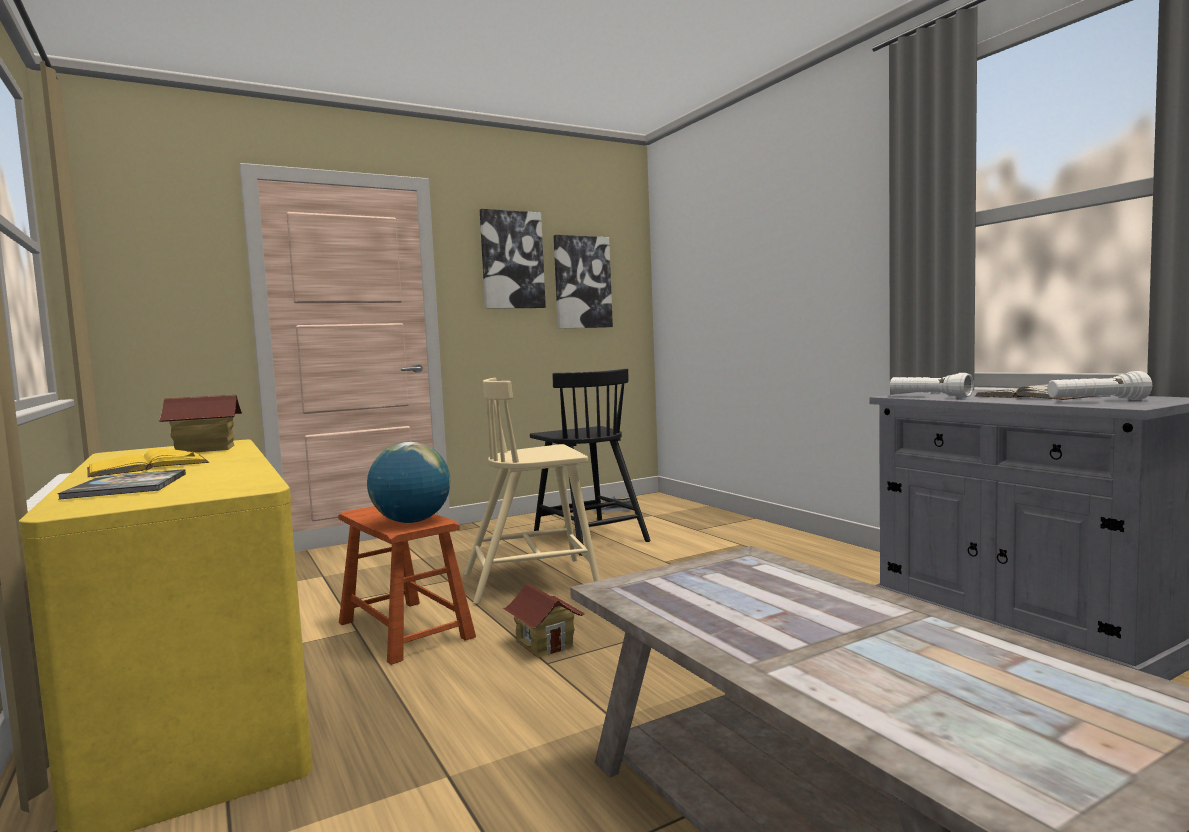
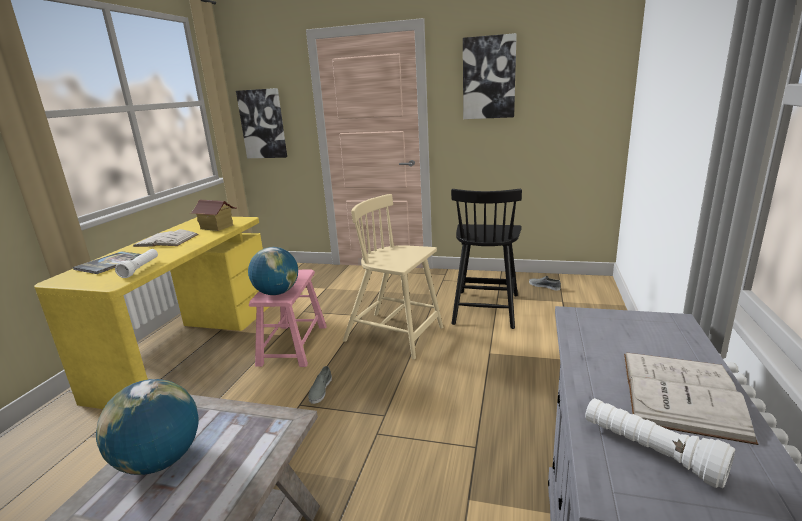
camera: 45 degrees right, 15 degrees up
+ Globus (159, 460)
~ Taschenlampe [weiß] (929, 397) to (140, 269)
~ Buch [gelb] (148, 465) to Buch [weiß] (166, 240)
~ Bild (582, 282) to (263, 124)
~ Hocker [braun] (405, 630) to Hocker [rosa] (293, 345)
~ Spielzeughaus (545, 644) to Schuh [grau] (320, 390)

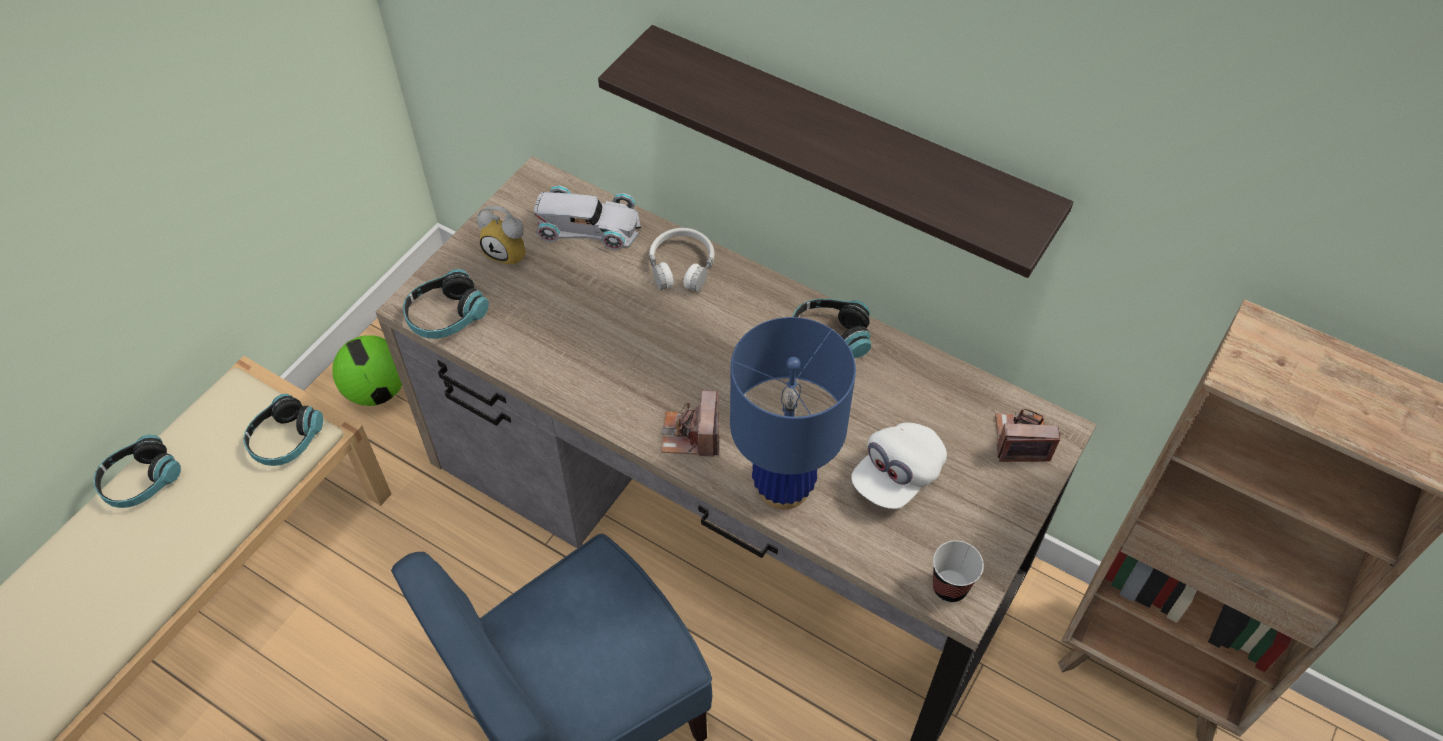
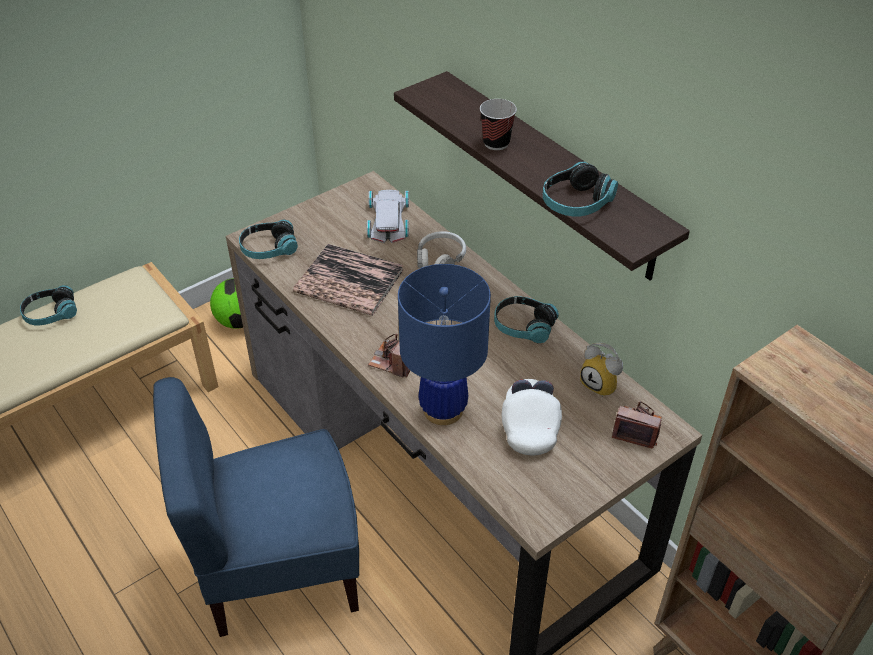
camera: 20 degrees right, 10 degrees down
+ Buch (349, 281)
~ Spielzeugauto [weiß] (588, 226) = (389, 219) 120 degrees counterclockwise
~ Tasse (950, 587) to (496, 143)
~ Kappe [weiß] (896, 476) = (529, 426) 120 degrees clockwise
~ Kopfhörer (286, 439) to (576, 203)
~ Wecker (510, 252) to (602, 385)

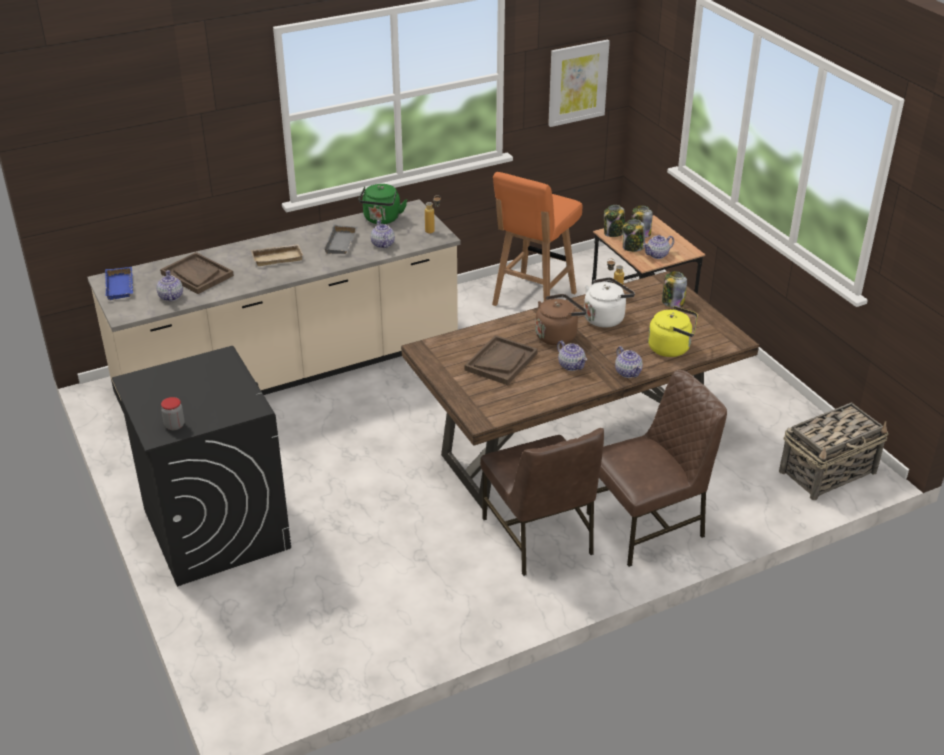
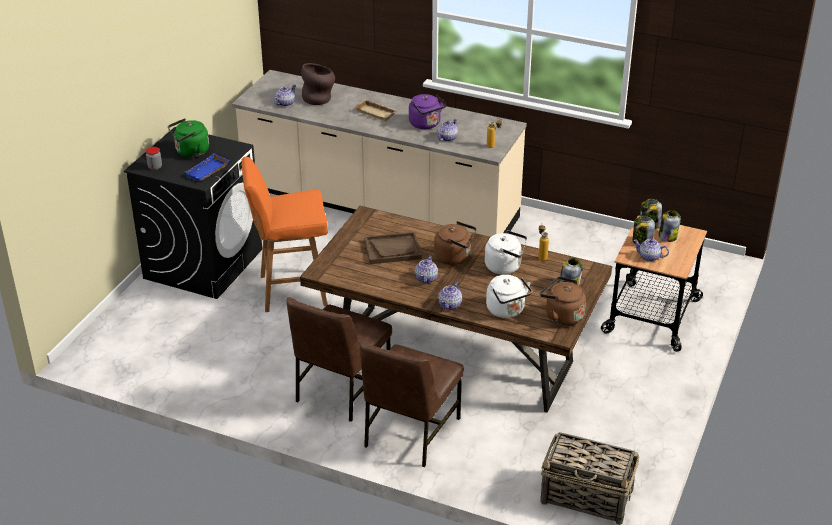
camera: 50 degrees right, 0 degrees up
~ Wasserkessel [grün] (381, 219) to (190, 152)
~ Tablett [blau] (121, 287) to (208, 171)
~ Hocker [orange] (533, 300) to (291, 290)
~ Tablett [braun] (197, 275) to Vase [braun] (319, 98)
~ Stuhl [braun] (648, 526) = (410, 433) 90 degrees clockwise
~ Tablett [grau] (342, 243) to Wasserkessel [lila] (426, 124)
~ Wasserkessel [gelb] (671, 348) to Wasserkessel [weiß] (507, 311)
+ Wasserkessel [braun] (561, 316)
- Bild (577, 83)

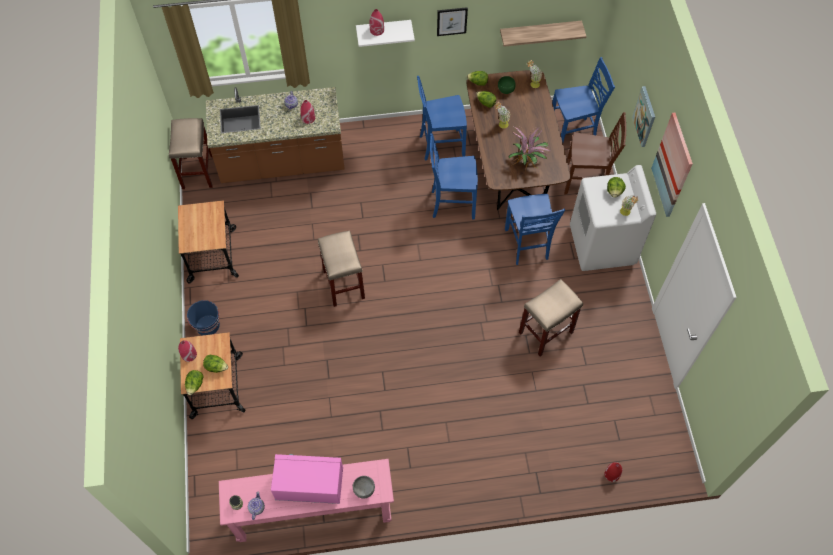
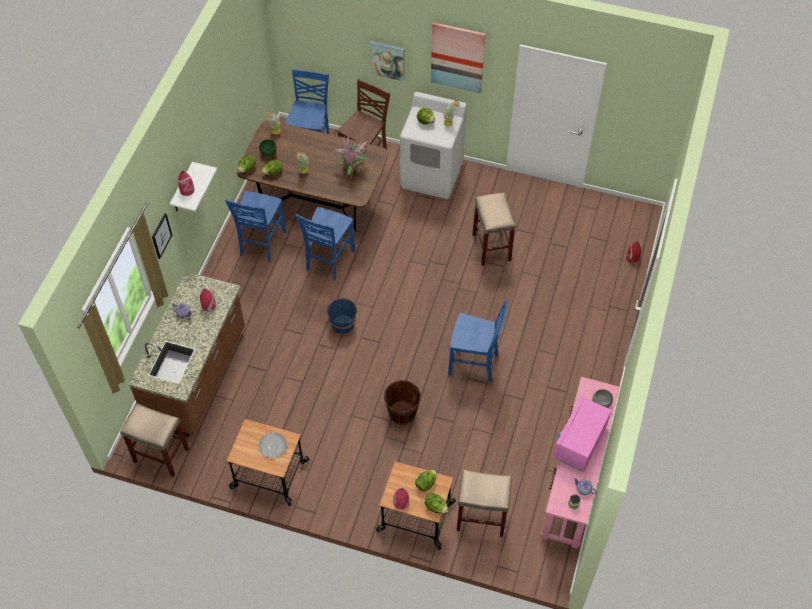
camera: 65 degrees left, 5 degrees down
~ Bild (452, 21) to (161, 235)
+ Teller (272, 446)
~ Eimer [blau] (208, 326) to (343, 324)
+ Eimer [braun] (402, 413)
~ Stuhl [blau] (527, 245) to (474, 364)
~ Hocker [beige] (343, 284) to (480, 517)
- Wandregal (539, 32)

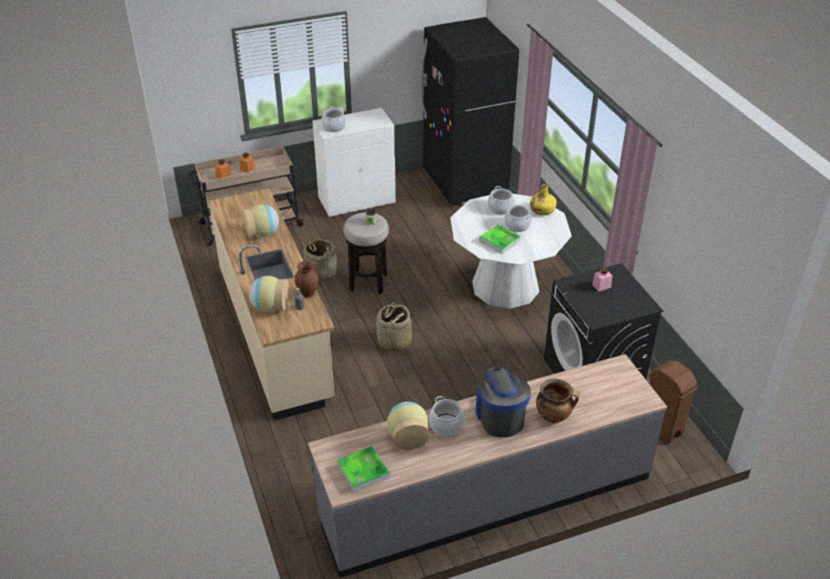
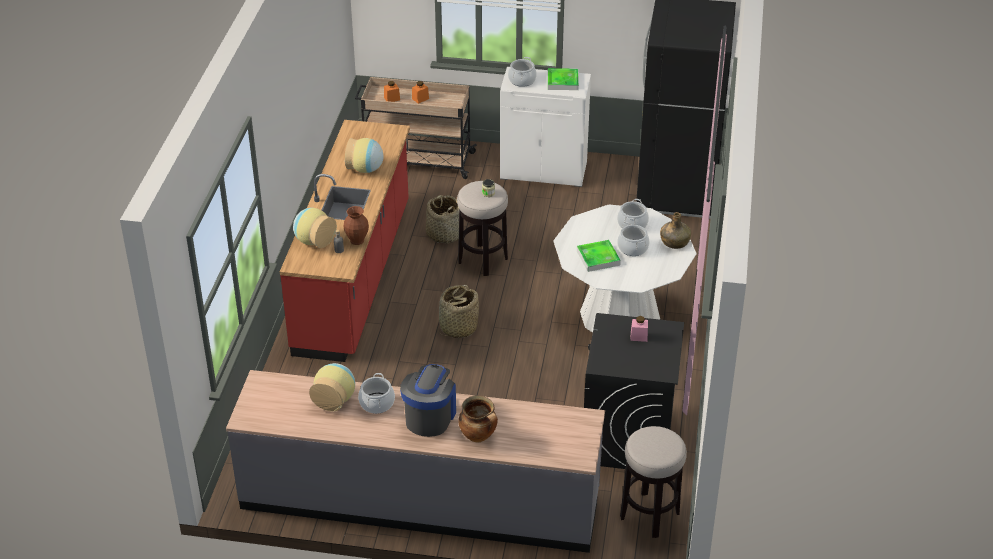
camera: 30 degrees right, 0 degrees up
~ Küchenzeile [beige] (275, 333) to Küchenzeile [rot] (355, 277)
~ Tablett (363, 471) to (563, 81)
~ Mülleimer [braun] (662, 429) to Hocker (649, 515)
~ Flasche [gelb] (542, 210) to Flasche [grün] (674, 242)

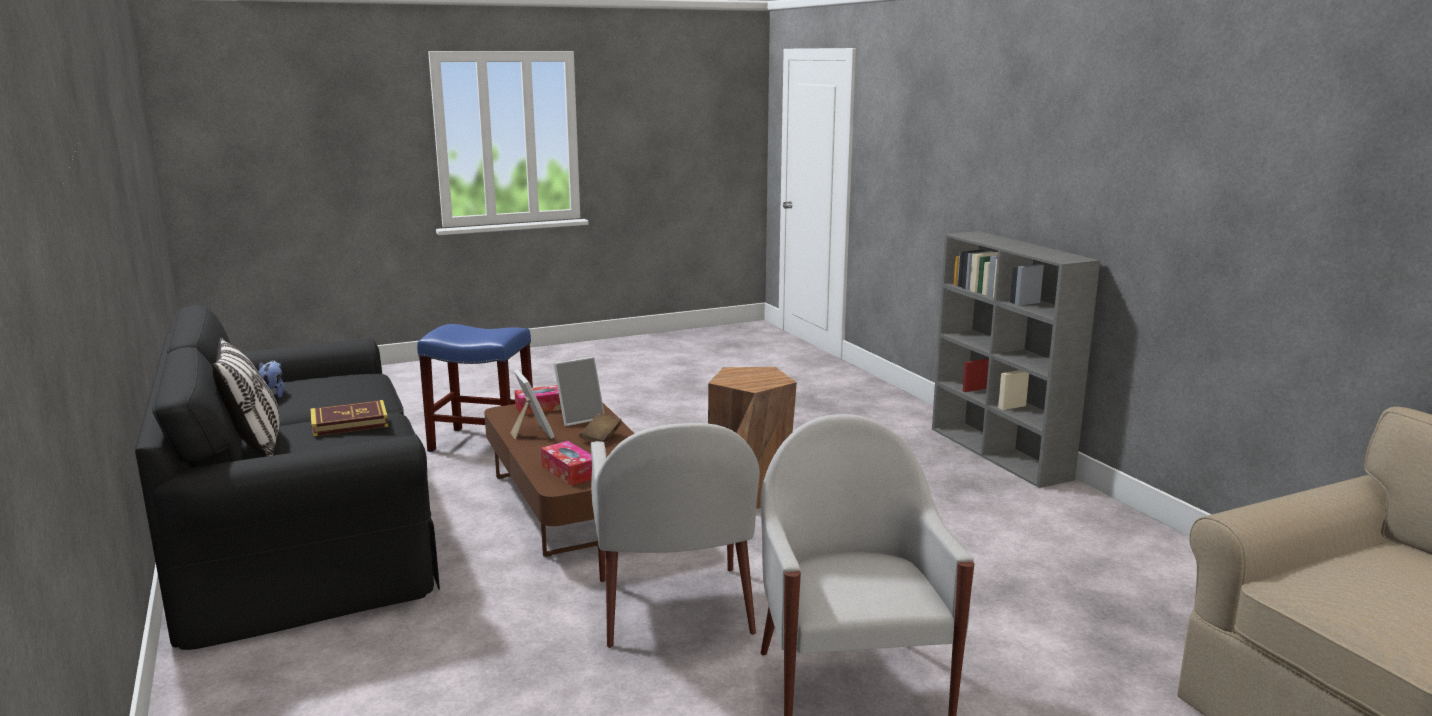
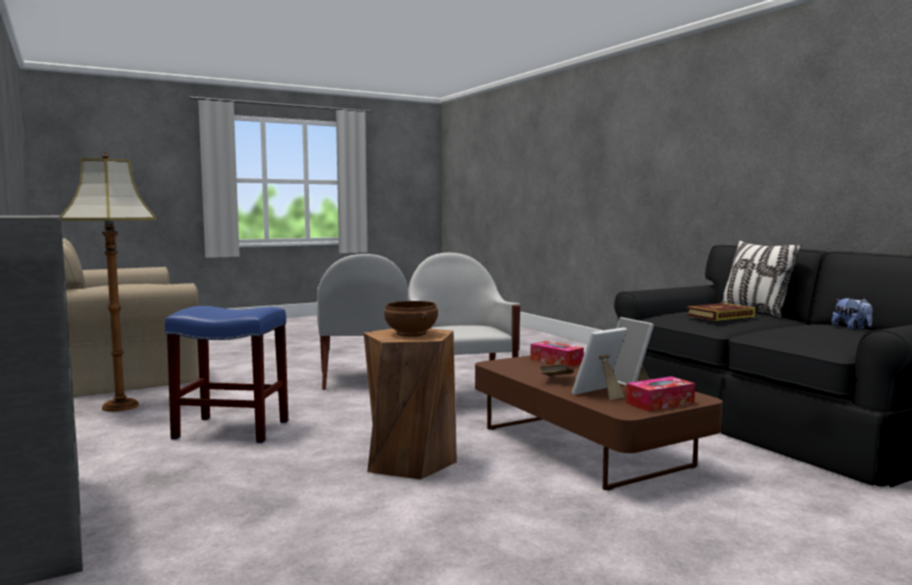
camera: 175 degrees right, 10 degrees down
+ Stehlampe (121, 406)
~ Hocker [blau] (484, 442) to (230, 430)
+ Schüssel [braun] (412, 334)

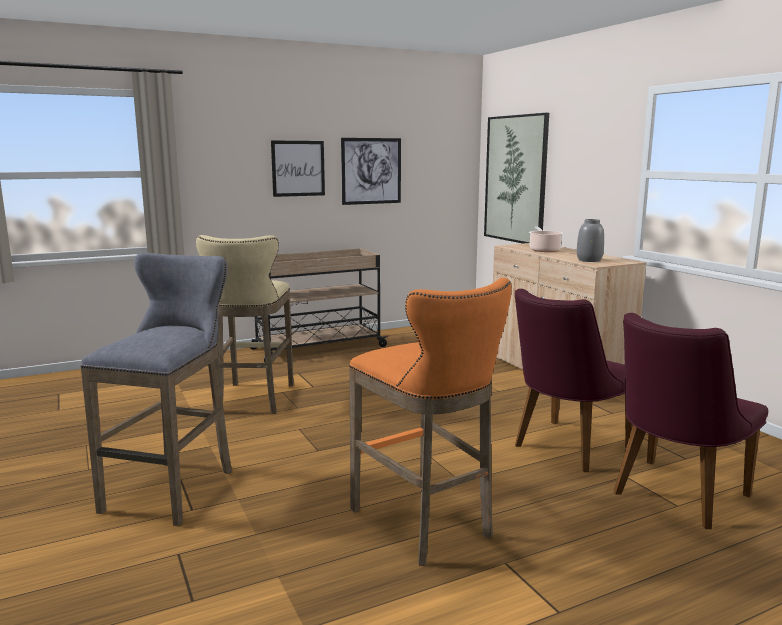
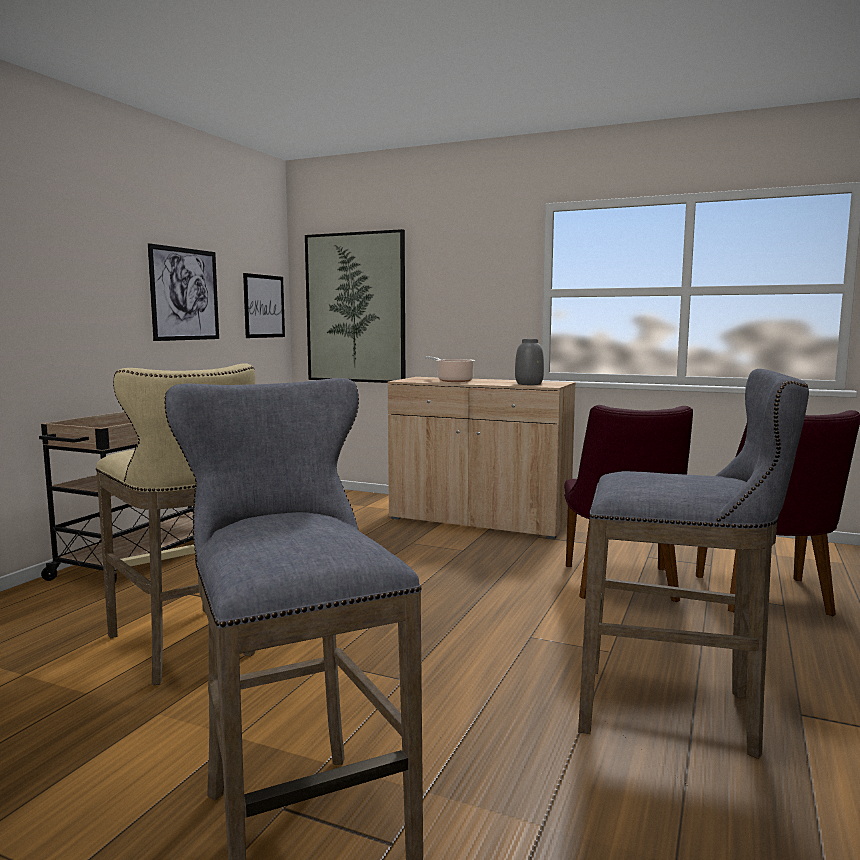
camera: 40 degrees left, 5 degrees down
~ Bild (298, 168) to (264, 306)
~ Hocker [orange] (426, 525) to Hocker [grau] (676, 712)

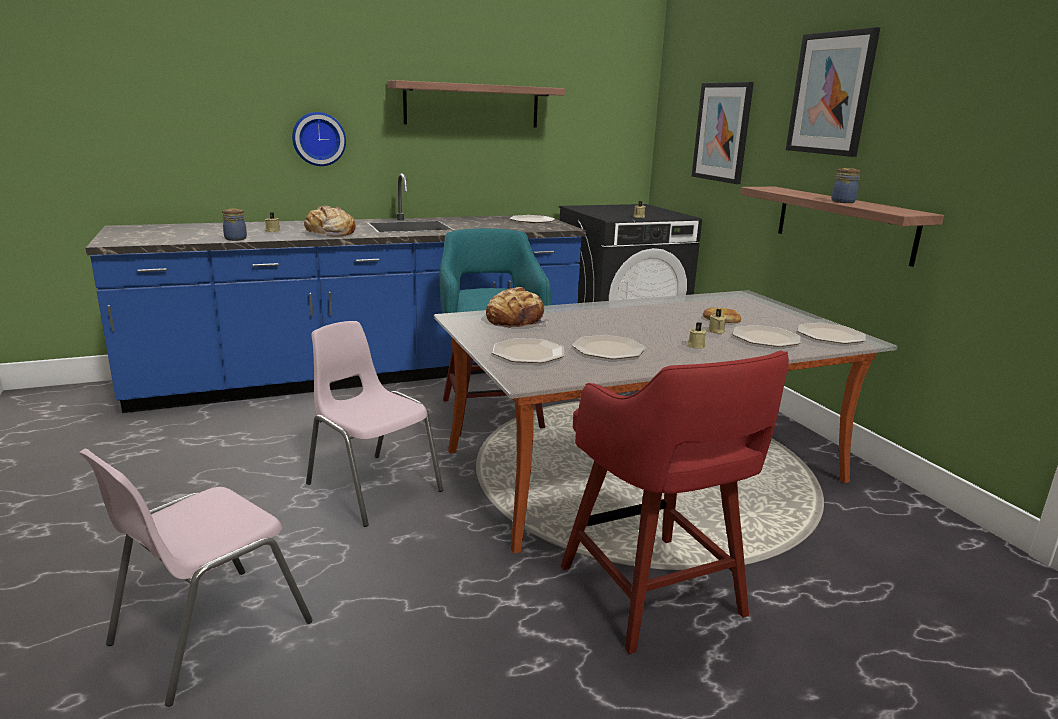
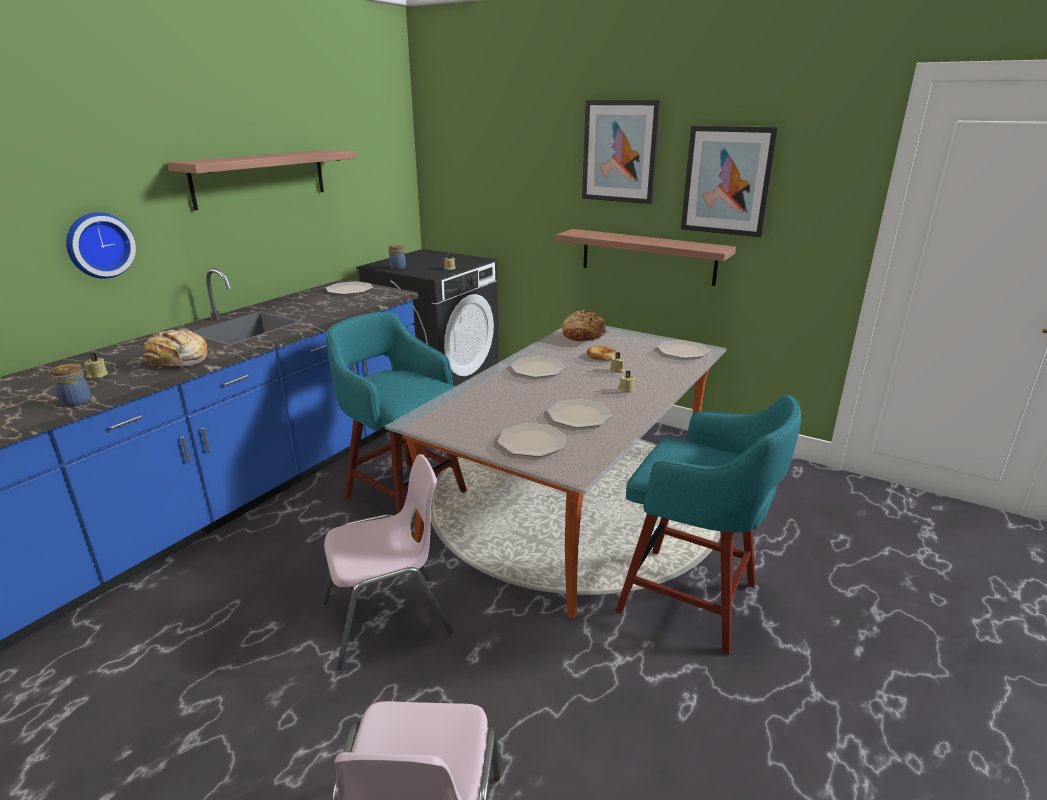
camera: 35 degrees left, 5 degrees up
~ Stuhl [rosa] (372, 487) = (389, 618) 150 degrees clockwise
~ Vorratsglas (843, 202) to (398, 267)
~ Teller (766, 338) to (538, 368)
~ Brot (516, 320) to (583, 335)
~ Hocker [rot] (653, 594) to Hocker [türkis] (692, 600)
~ Bild (722, 132) to (727, 181)

